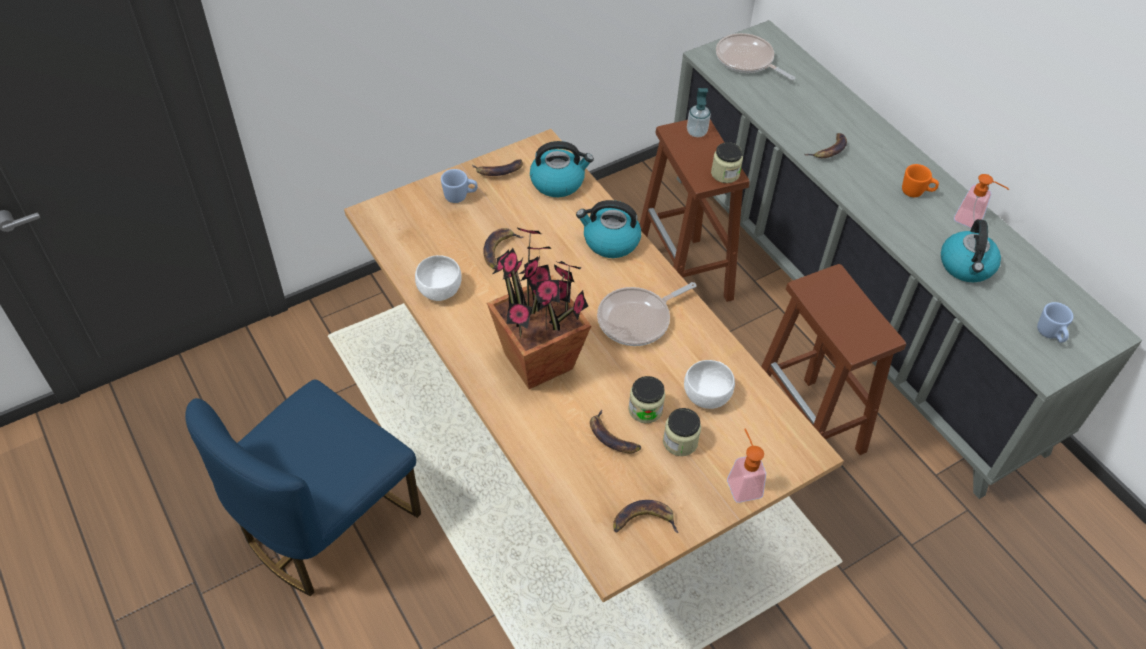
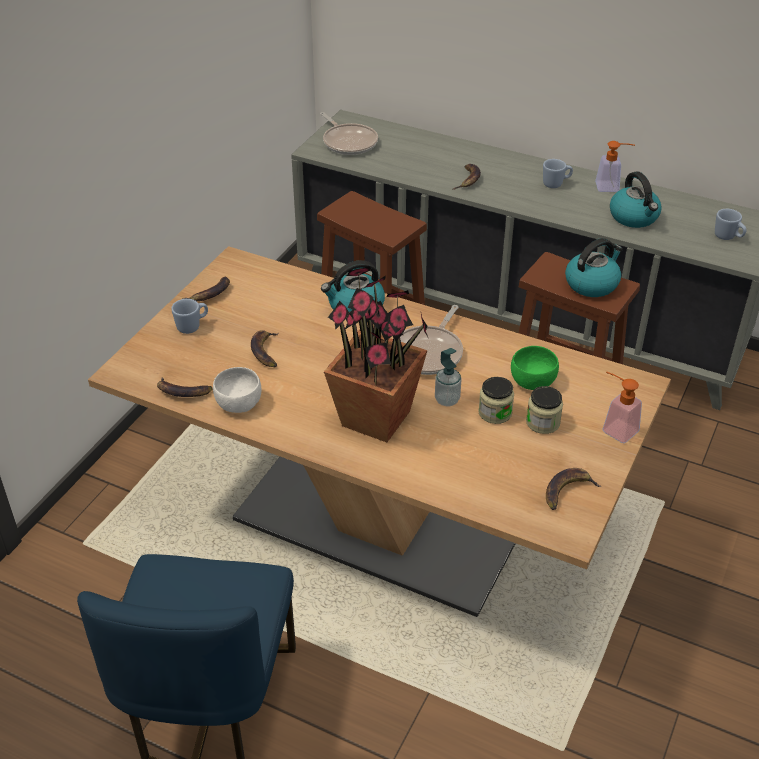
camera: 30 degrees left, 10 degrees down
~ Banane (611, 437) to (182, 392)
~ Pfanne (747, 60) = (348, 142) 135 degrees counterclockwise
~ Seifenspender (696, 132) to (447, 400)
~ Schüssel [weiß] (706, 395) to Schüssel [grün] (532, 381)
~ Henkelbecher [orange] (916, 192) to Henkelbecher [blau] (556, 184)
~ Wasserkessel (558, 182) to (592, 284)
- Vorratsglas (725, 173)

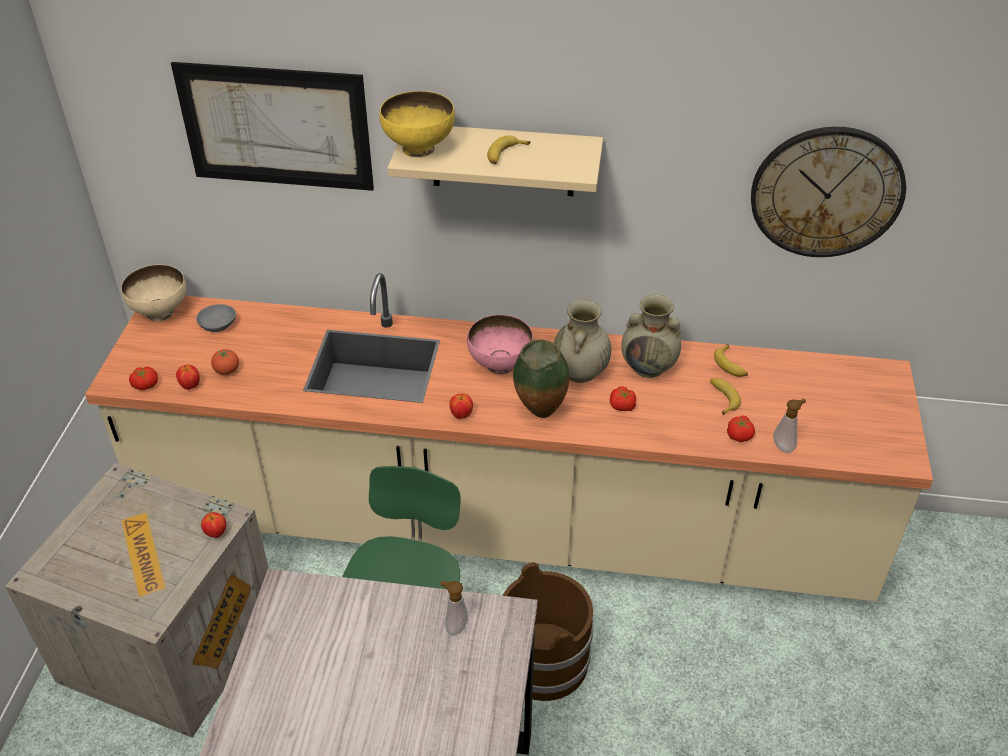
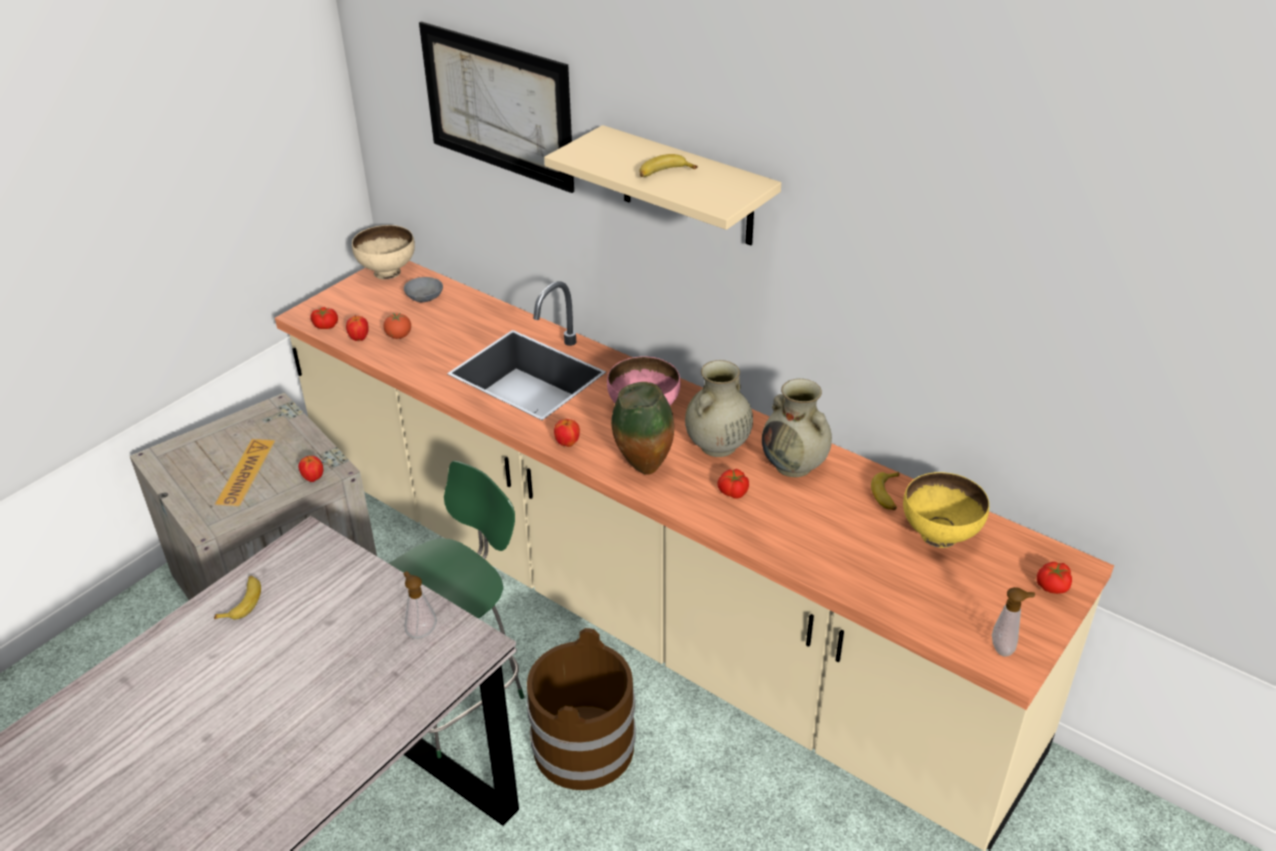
camera: 30 degrees right, 5 degrees down
~ Banane (722, 398) to (242, 602)
~ Schüssel [gelb] (419, 149) to (939, 536)
~ Seifenspender (784, 446) to (1004, 648)
~ Tomate (739, 435) to (1053, 586)
- Wanduhr (826, 192)

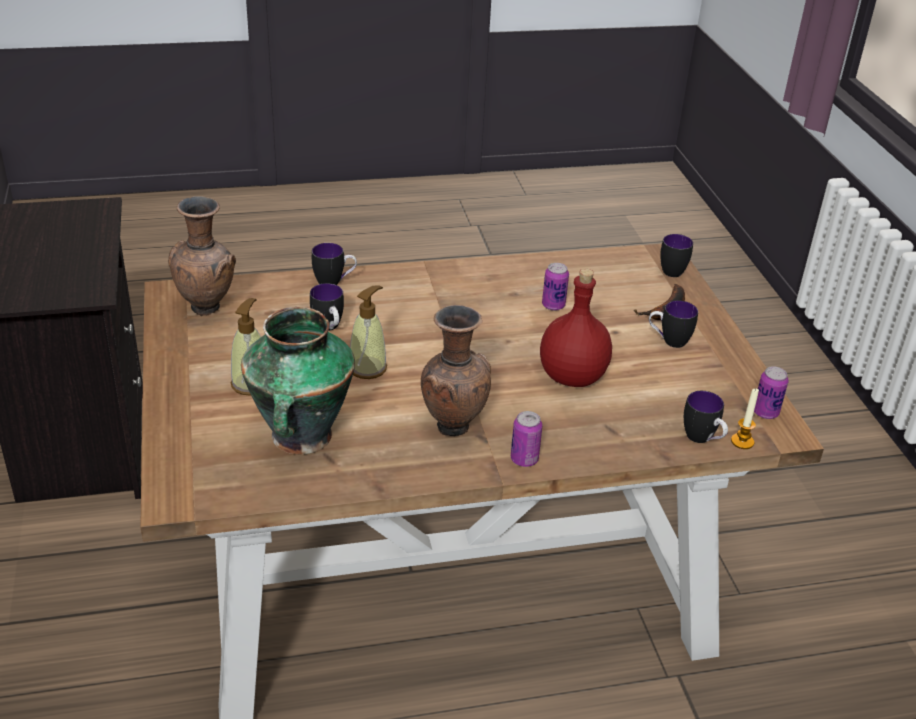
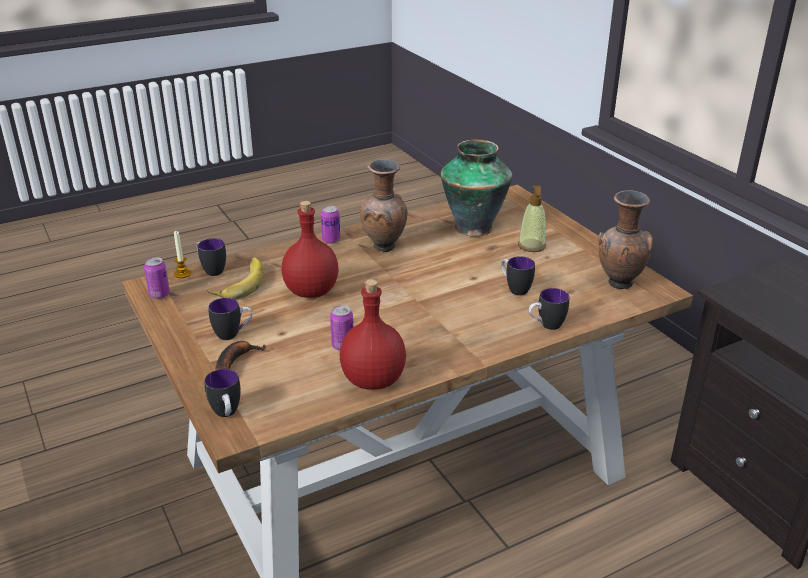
camera: 165 degrees right, 5 degrees down
+ Banane (238, 283)
+ Flasche [rot] (373, 379)
- Seifenspender (368, 368)

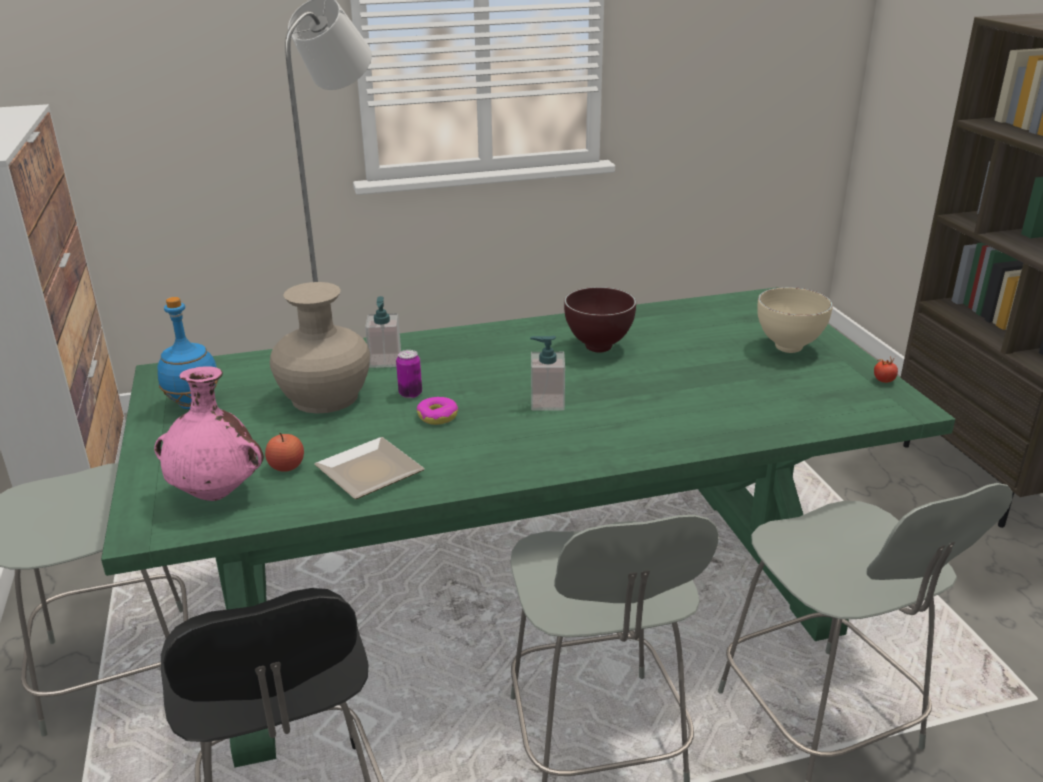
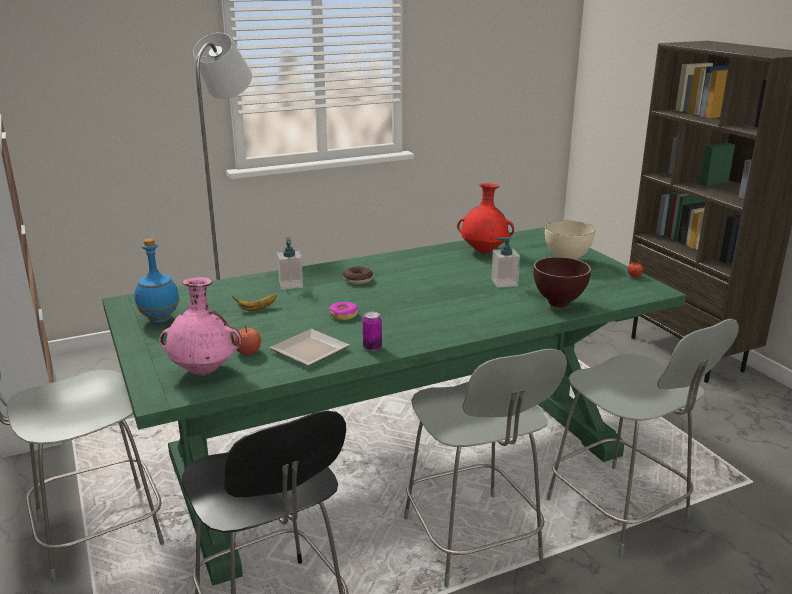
camera: 10 degrees left, 5 degrees down
~ Vase [beige] (325, 397) to Banane (256, 309)
+ Donut (358, 280)
~ Dose (410, 394) to (372, 347)
+ Vase [rot] (484, 251)
~ Seifenspender (547, 402) to (504, 283)
~ Schüssel [braun] (600, 348) to (560, 304)

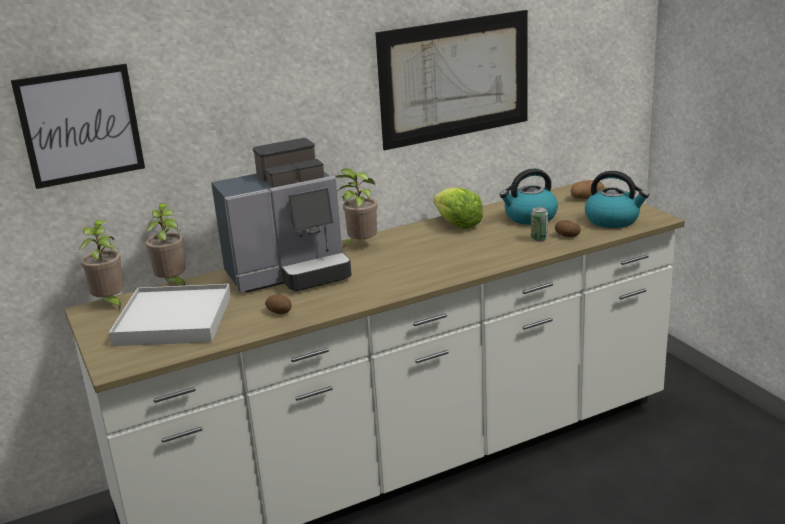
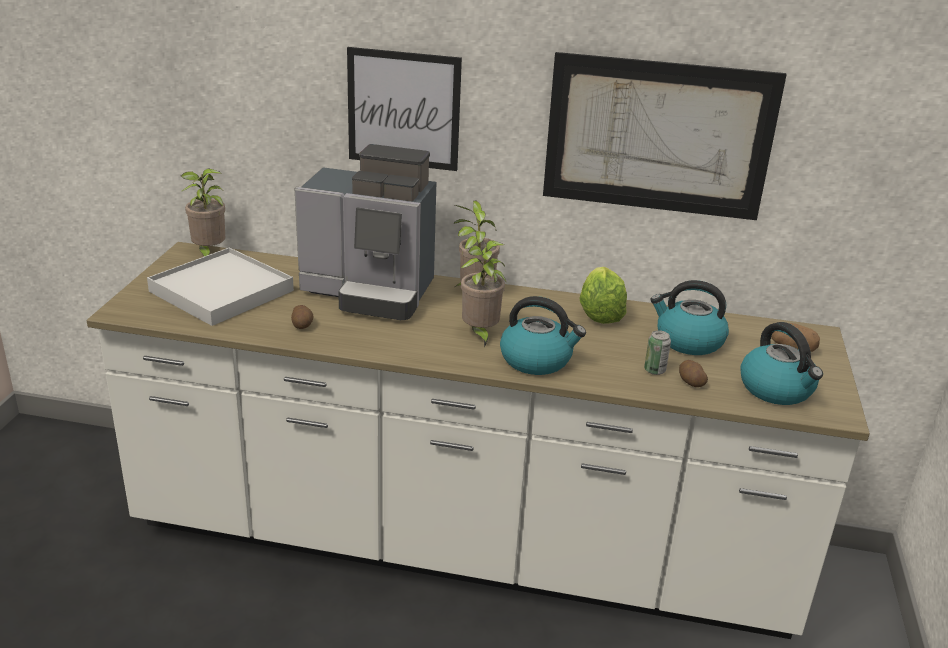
camera: 35 degrees right, 5 degrees up
~ Bild (80, 125) to (403, 109)
~ Topfpflanze (173, 284) to (480, 334)
+ Wasserkessel (537, 360)

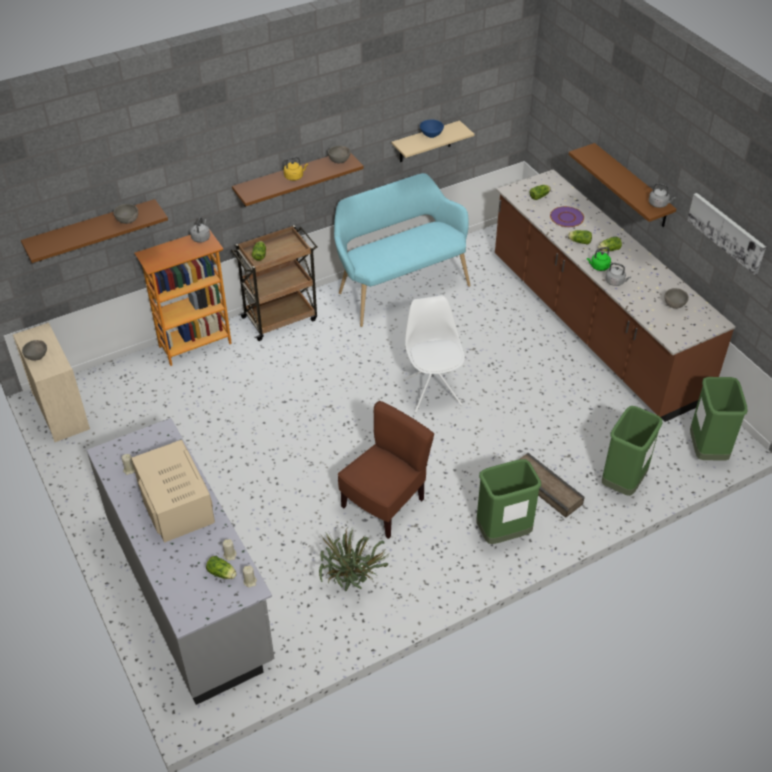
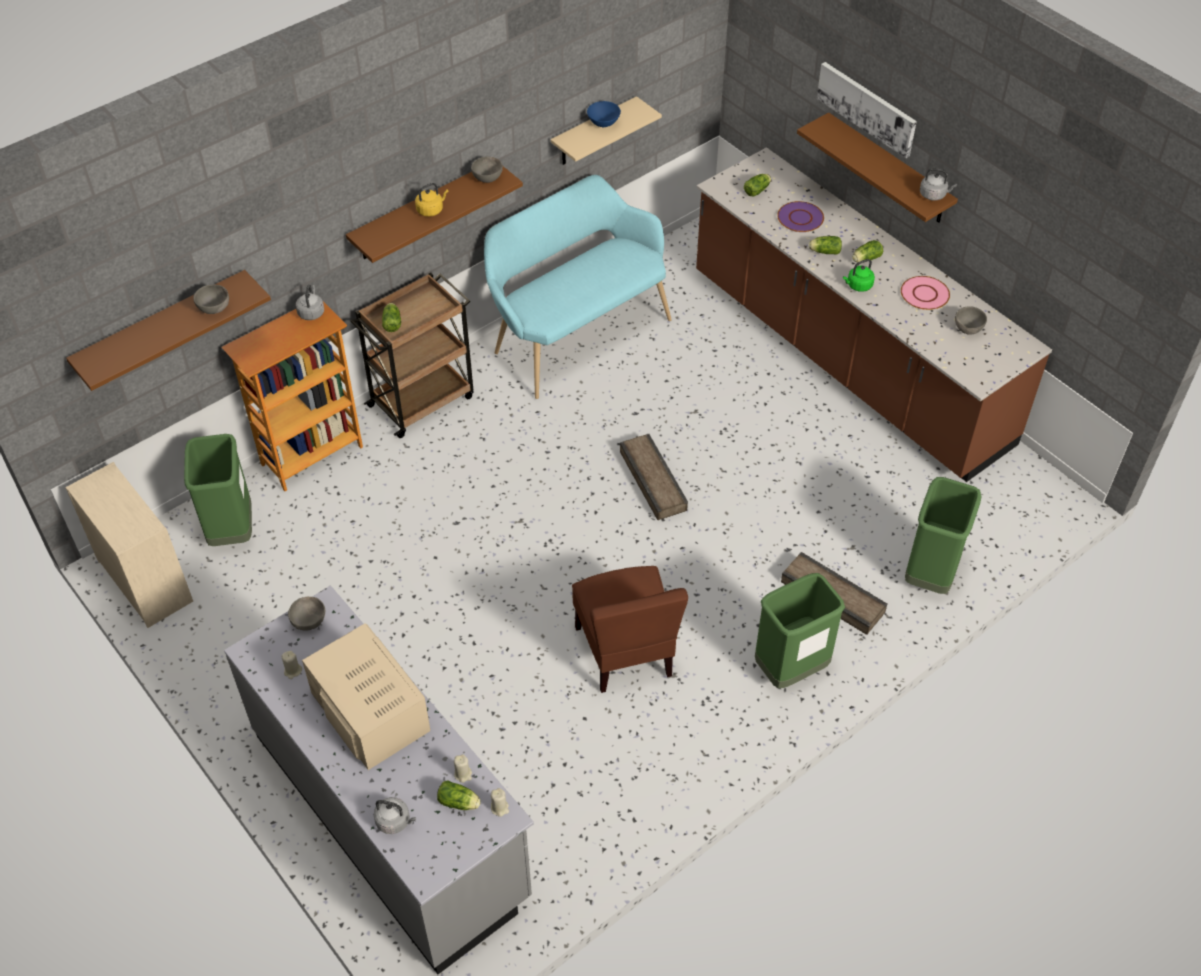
camera: 10 degrees left, 5 degrees up
~ Mülleimer [grün] (706, 451) to (231, 530)
~ Schüssel [grau] (37, 356) to (310, 621)
~ Wasserkessel [grau] (615, 282) to (395, 821)
~ Stuhl [braun] (384, 504) = (625, 651) 135 degrees clockwise
~ Stuhl [weiß] (432, 391) to Kiste (654, 480)
~ Bild (726, 232) to (867, 108)
+ Teller [rosa] (924, 294)
- Topfpflanze (351, 586)

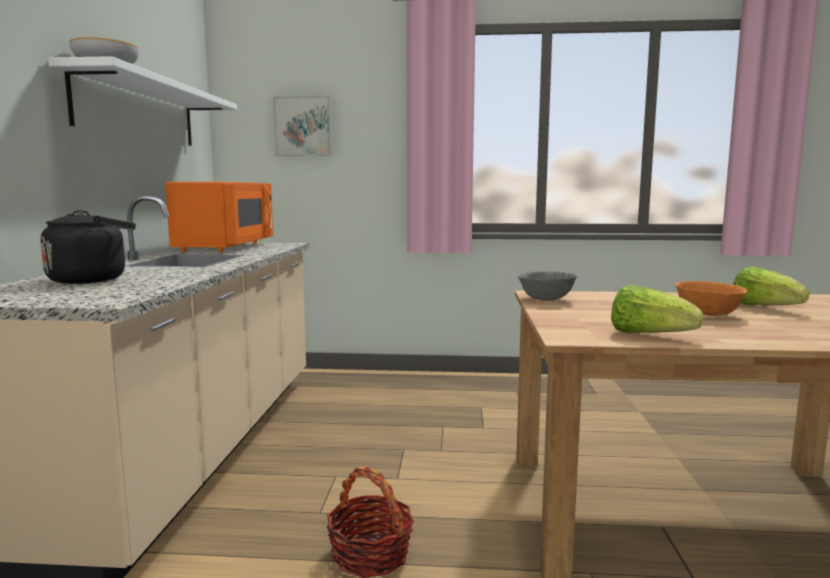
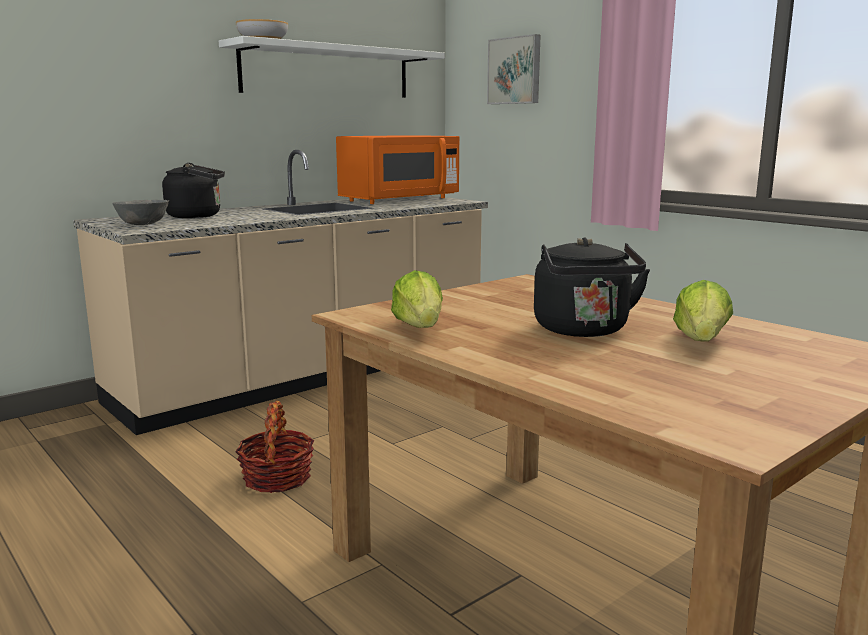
camera: 45 degrees right, 5 degrees up
~ Schüssel [grau] (545, 299) to (142, 224)
~ Schüssel [orange] (708, 314) to Wasserkessel [schwarz] (584, 331)

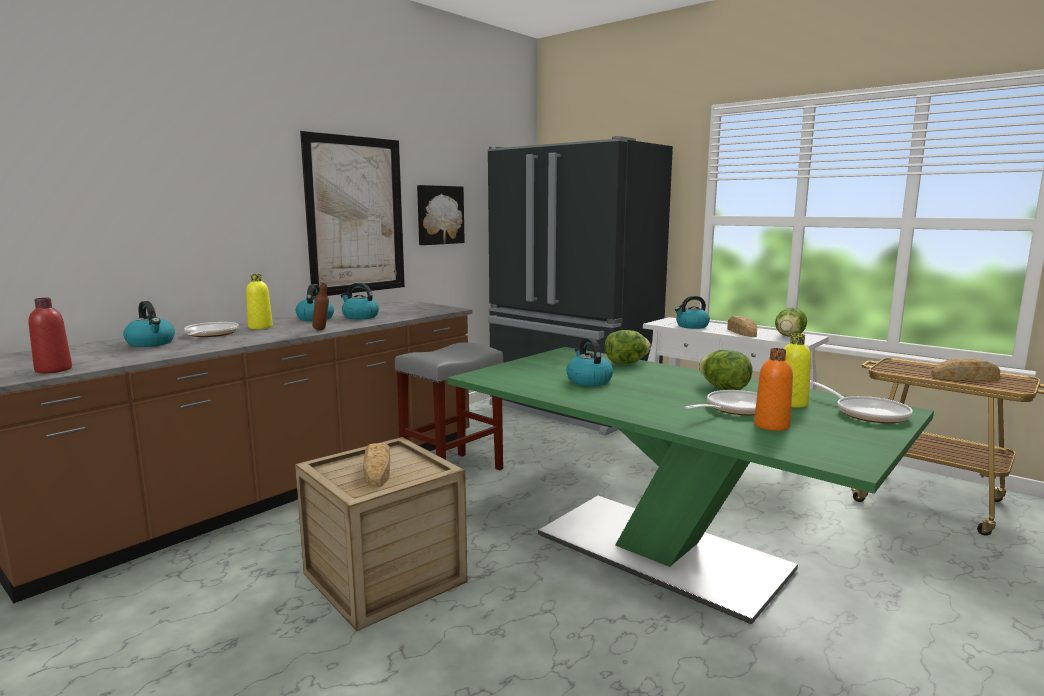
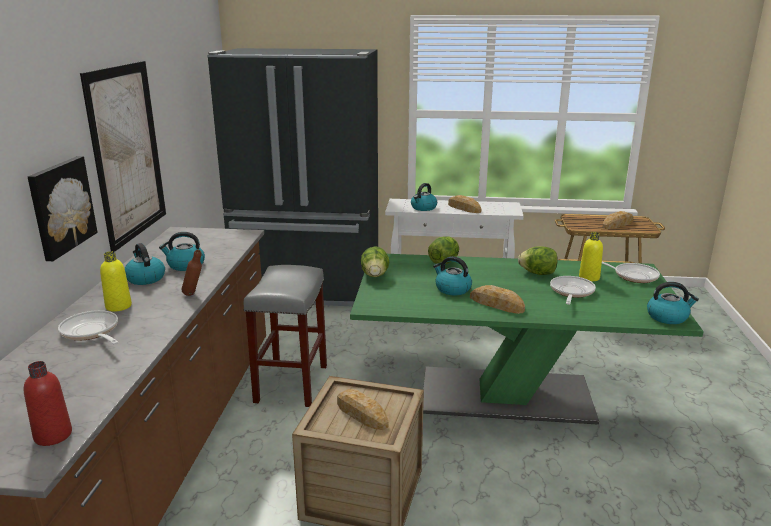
camera: 35 degrees left, 10 degrees up
~ Bild (439, 215) to (60, 206)
~ Salatkopf (789, 336) to (375, 275)
+ Brot (496, 304)
~ Wasserkessel (151, 343) to (667, 317)
- Flasche [orange] (771, 425)

